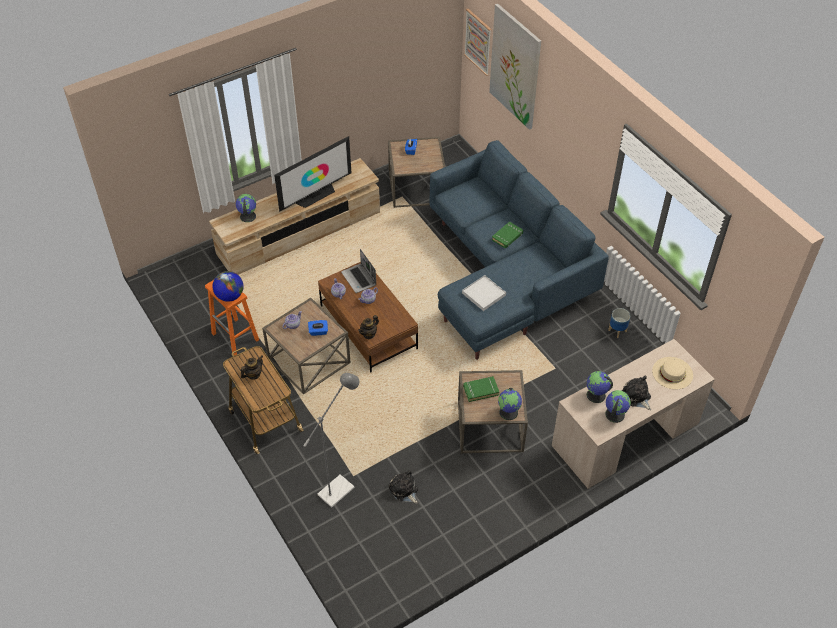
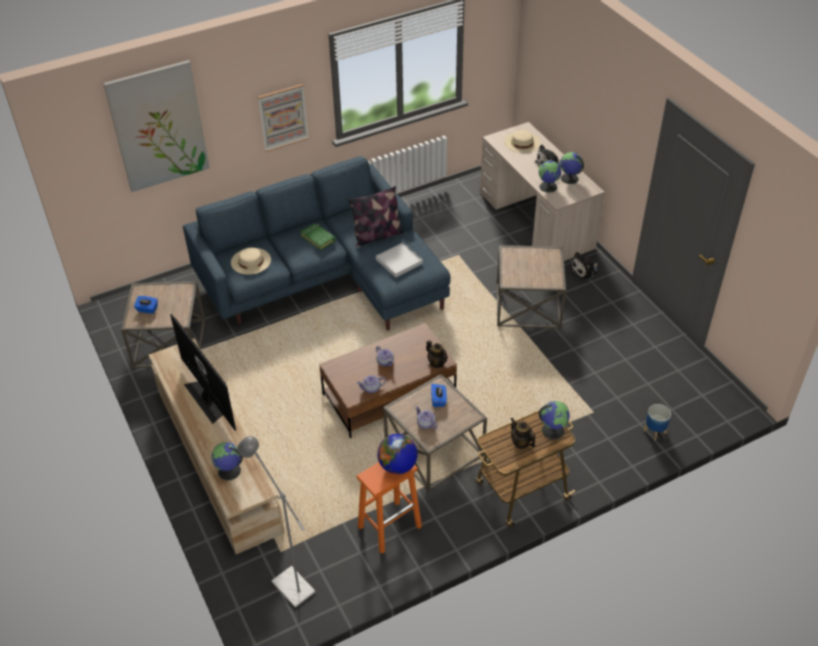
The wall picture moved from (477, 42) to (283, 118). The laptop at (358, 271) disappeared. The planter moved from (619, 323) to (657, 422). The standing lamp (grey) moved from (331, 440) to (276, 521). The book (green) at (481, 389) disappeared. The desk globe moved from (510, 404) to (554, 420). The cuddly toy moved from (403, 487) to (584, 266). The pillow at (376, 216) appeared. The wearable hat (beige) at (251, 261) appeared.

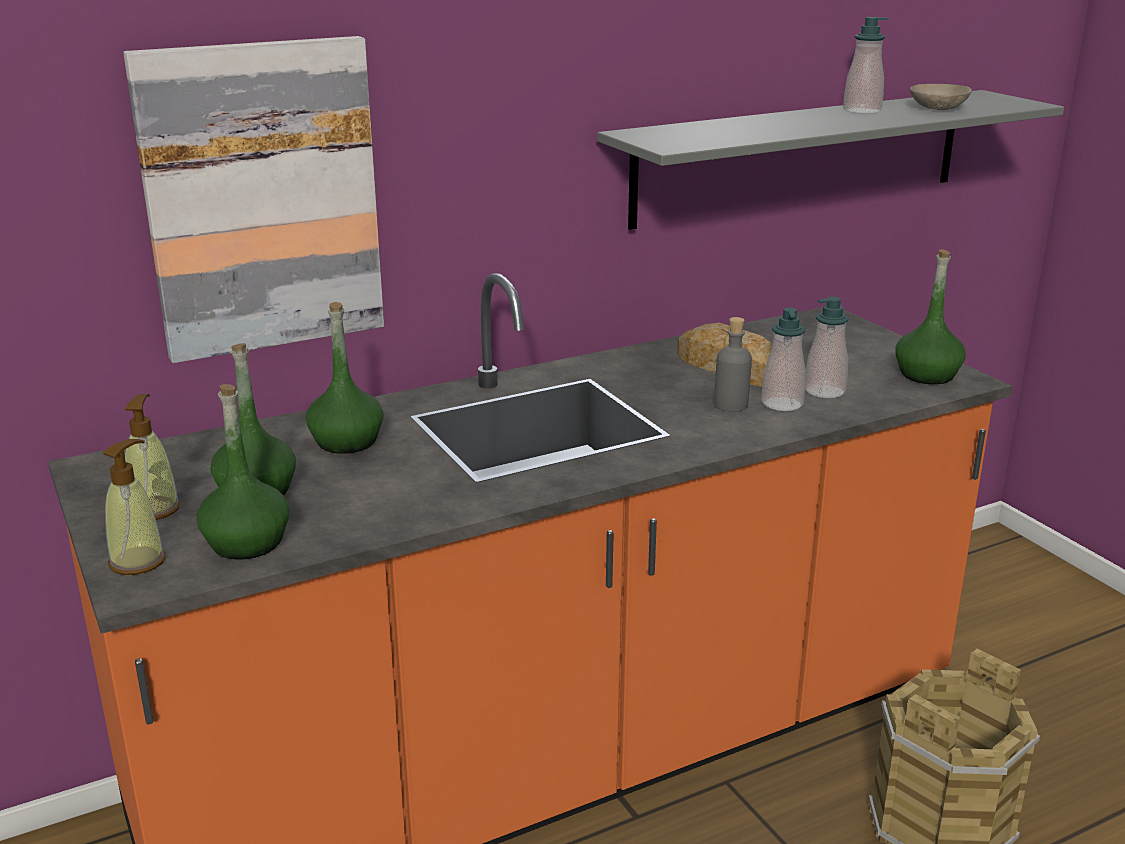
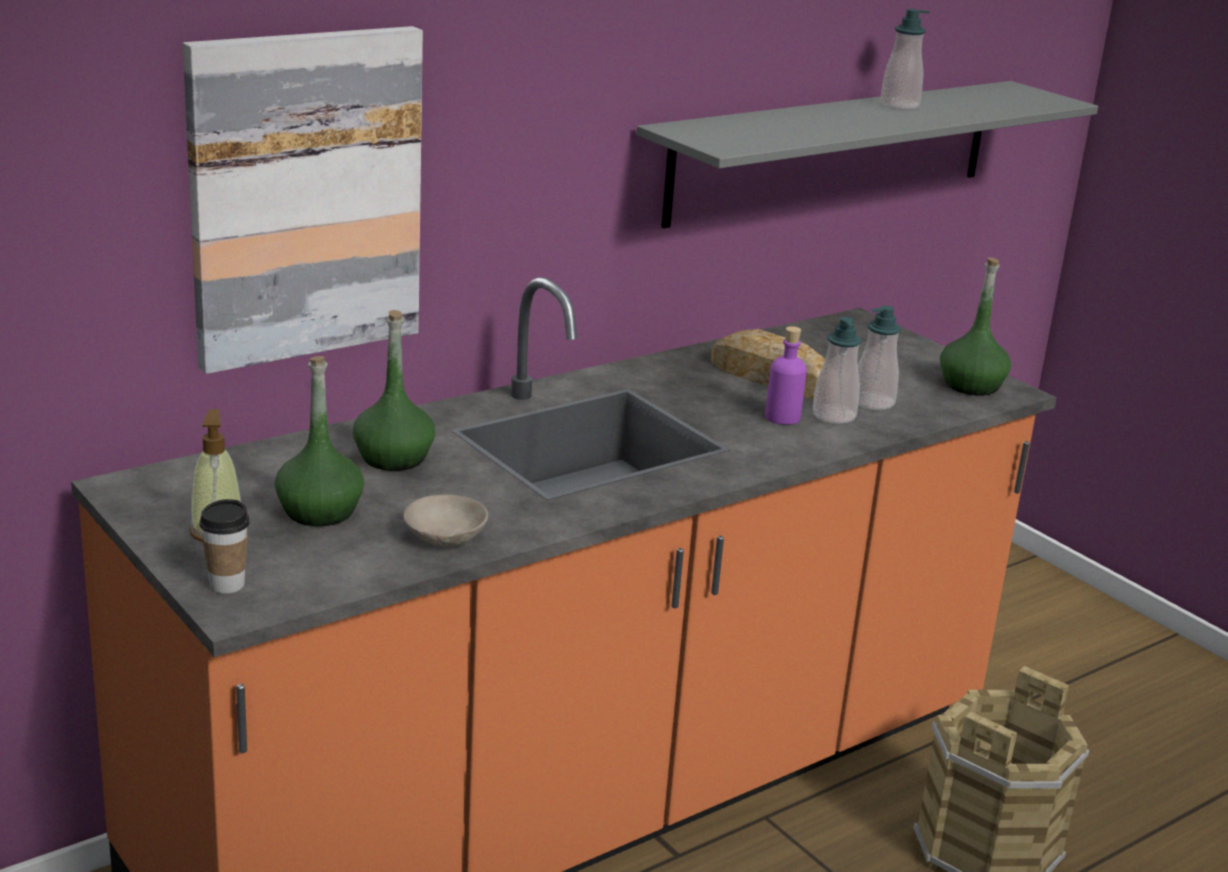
The deep dish (beige) moved from (941, 97) to (446, 521). The drink bottle (grey) at (733, 364) became the drink bottle (purplish) at (786, 375). The drink bottle (green) at (243, 472) disappeared. The soap dispenser at (134, 507) was replaced by the small cup at (224, 546).

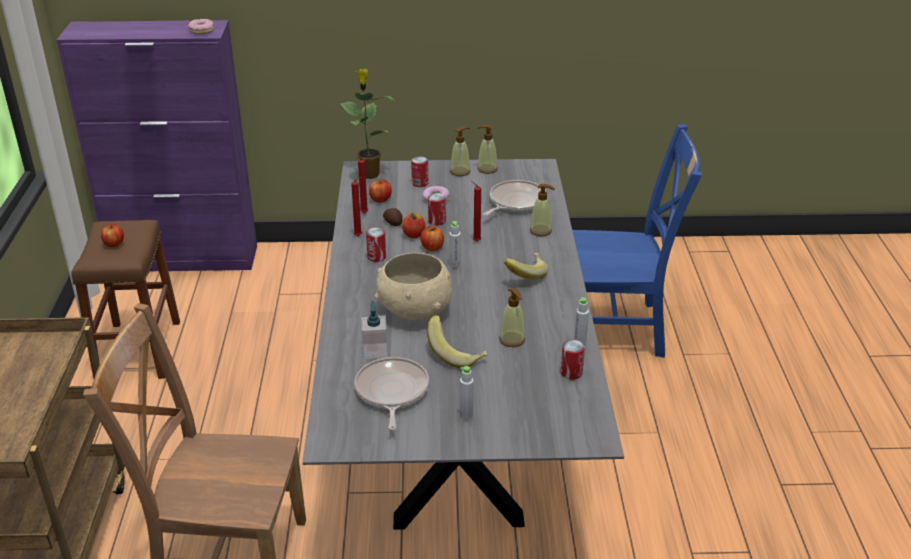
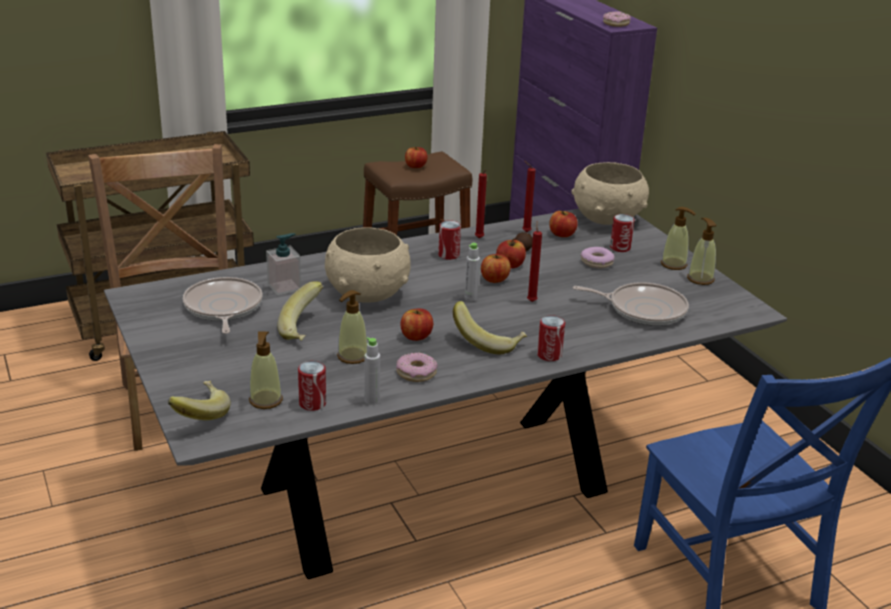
The plant in a pot at (367, 124) was replaced by the deep dish (beige) at (610, 193). The soap dispenser moved from (542, 210) to (266, 370). The metal can moved from (437, 209) to (551, 338). The pan at (391, 393) turned 75 degrees counterclockwise. The drink bottle (grey) at (467, 393) disappeared. The whole apple at (416, 324) appeared. The donut at (417, 367) appeared. The banana at (199, 400) appeared.

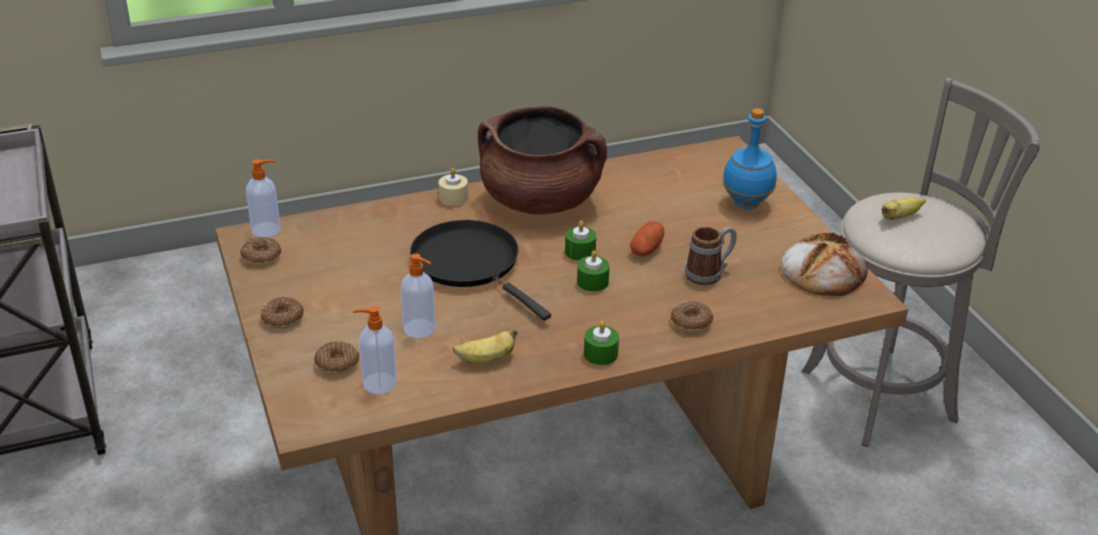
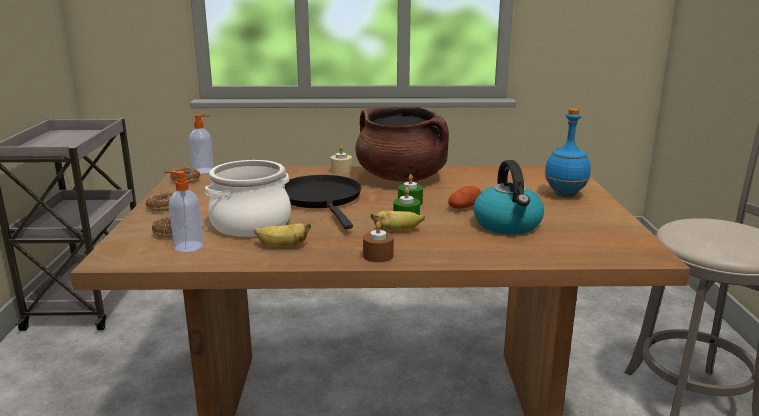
The banana moved from (904, 208) to (398, 221). The mug at (711, 256) was replaced by the tea kettle at (508, 197). The baked bread at (824, 264) disappeared. The soap dispenser at (418, 295) was replaced by the stockpot at (248, 198). The donut at (692, 316) disappeared. The candle (green) at (601, 343) became the candle (brown) at (378, 242).

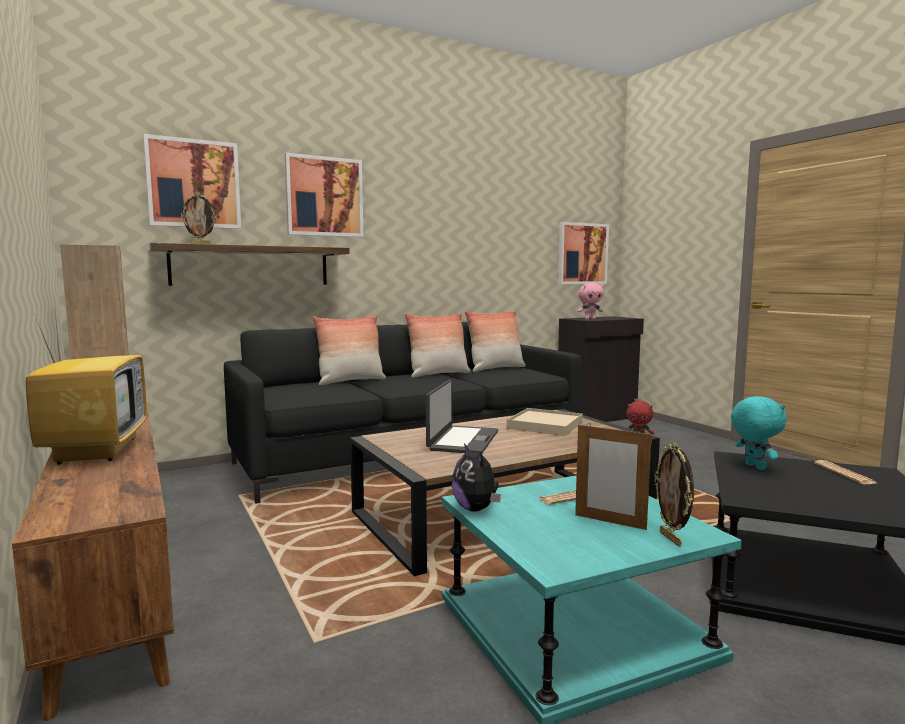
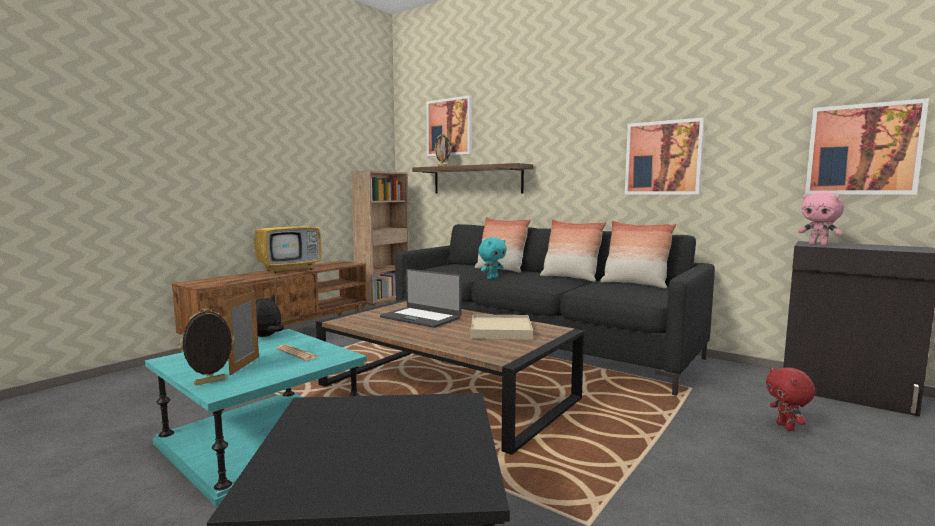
The wall picture moved from (324, 195) to (665, 156). The laptop at (462, 416) turned 45 degrees clockwise. The cuddly toy (turquoise) moved from (758, 433) to (492, 258). The daily paper at (845, 472) disappeared.

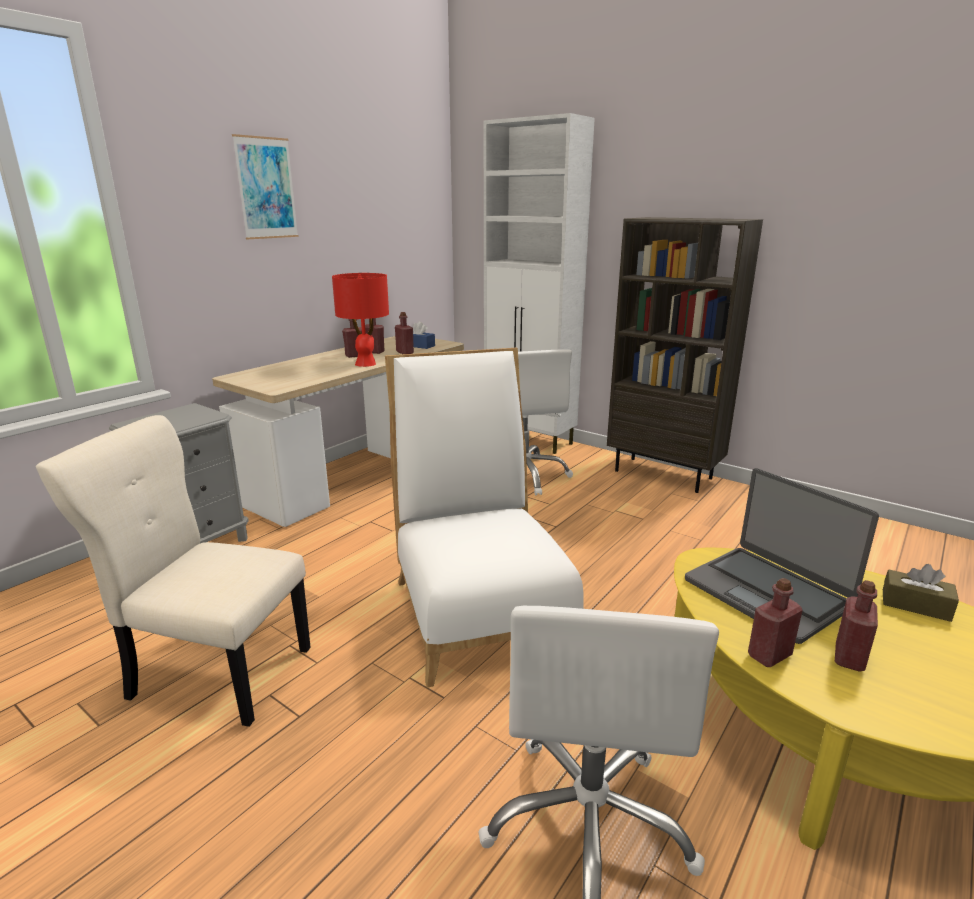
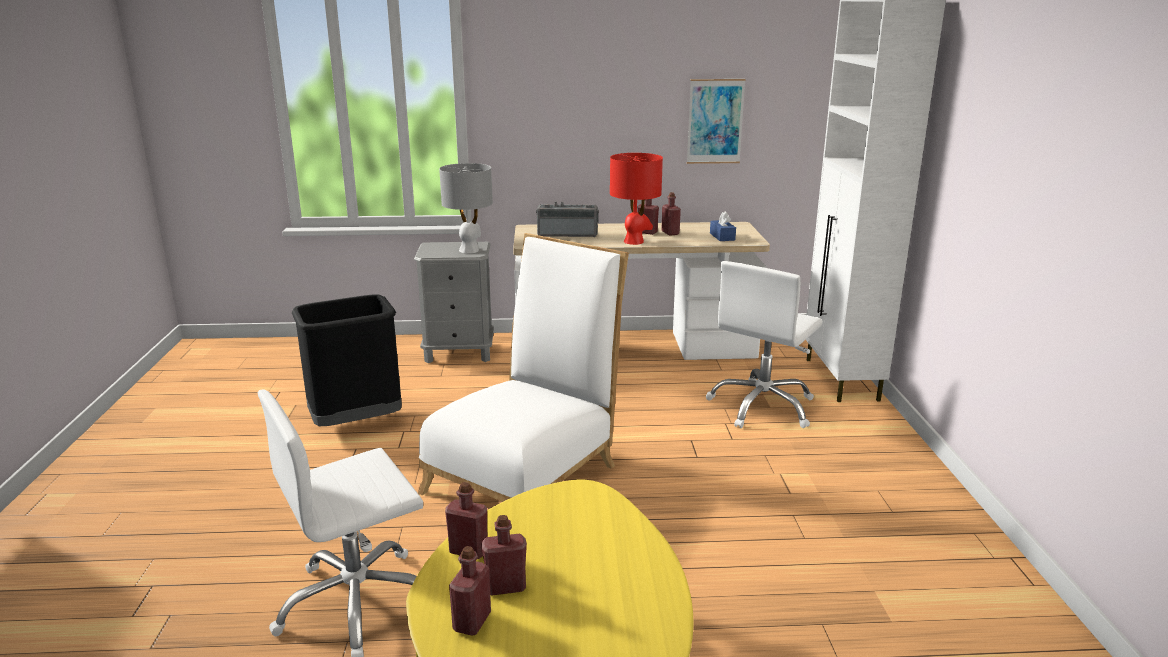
The wall picture moved from (265, 186) to (716, 121). The shelving unit (brown) at (685, 355) disappeared. The drink bottle (red) moved from (404, 333) to (470, 590). The upright chair (beige) at (173, 571) was replaced by the rubbish bin (black-coloured) at (347, 360). The laptop at (782, 556) disappeared. The tissue box (brown) at (921, 593) disappeared. The table lamp (grey) at (466, 208) appeared. The radio set at (567, 219) appeared.

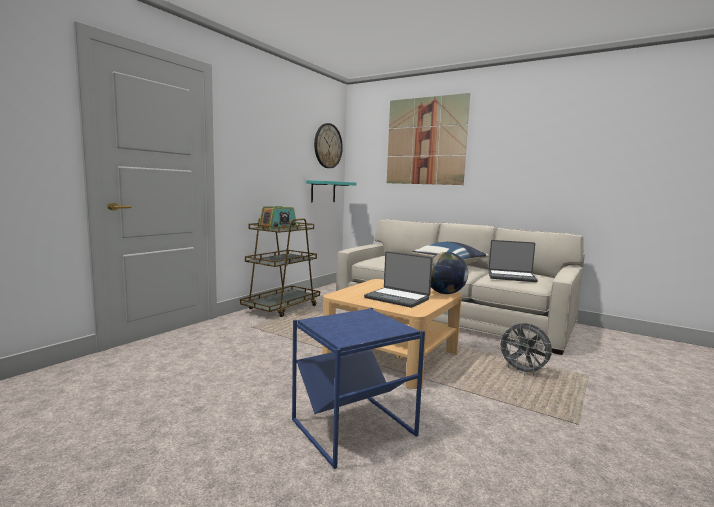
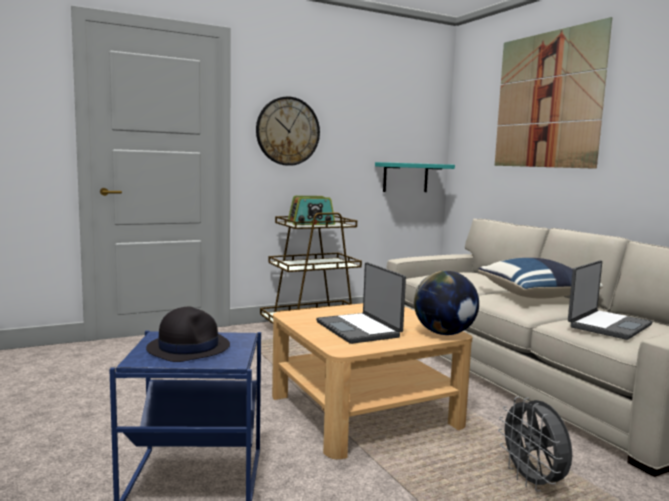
The clock on the wall moved from (328, 145) to (288, 131). The laptop at (513, 261) turned 90 degrees counterclockwise. The wearable hat (black-coloured) at (188, 334) appeared.

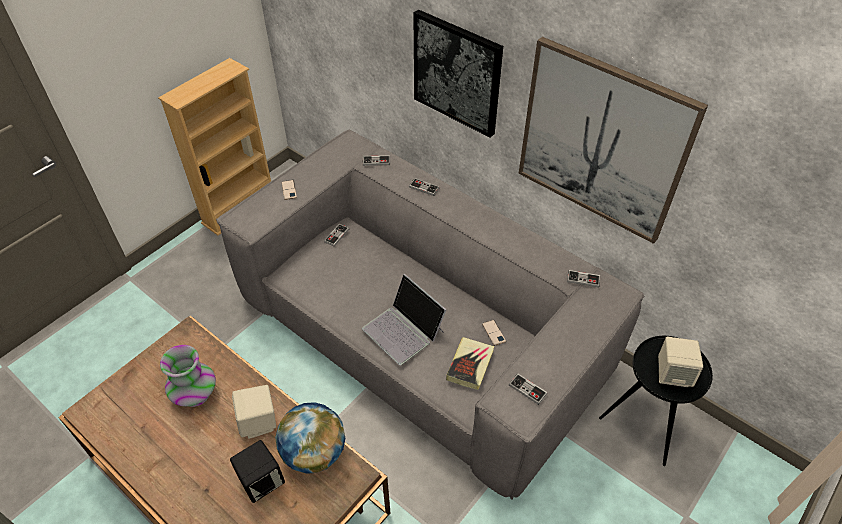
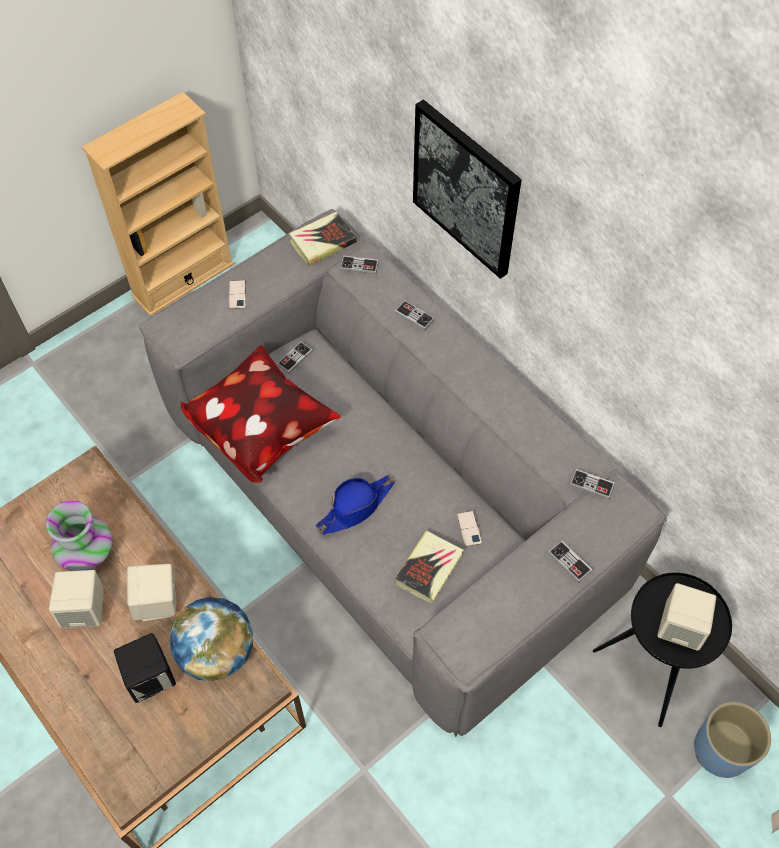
The wall picture at (613, 140) disappeared. The laptop at (404, 319) was replaced by the wearable hat (blue) at (355, 505). The gamepad moved from (528, 389) to (570, 561). The book at (323, 239) appeared. The pillow at (260, 414) appeared. The loudspeaker (beige) at (76, 599) appeared. The planter (blue) at (732, 740) appeared.

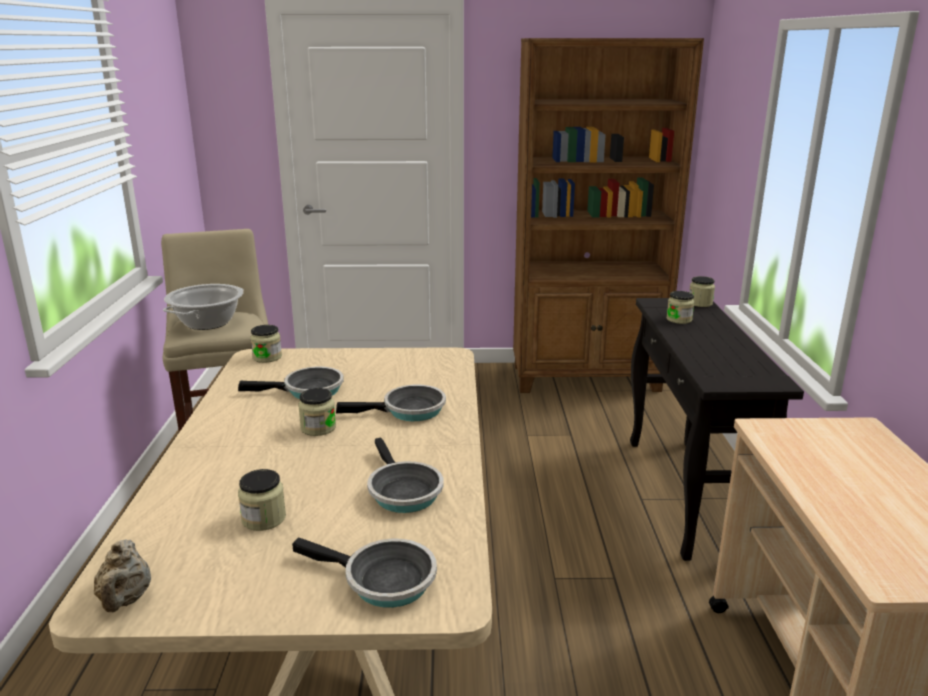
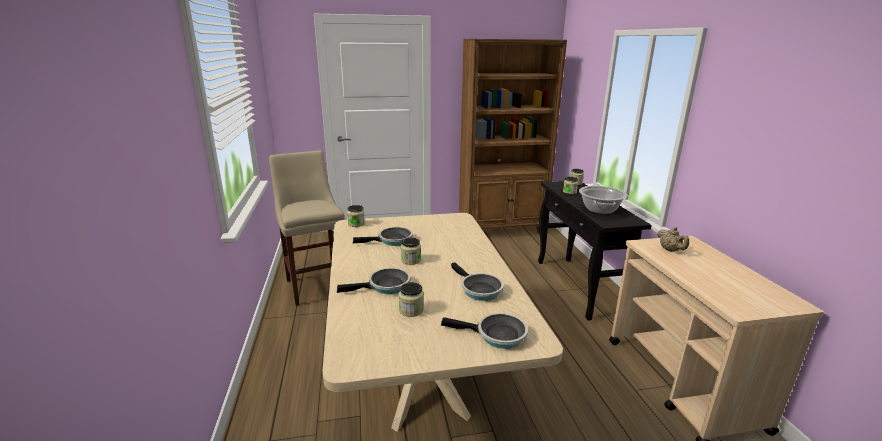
The stockpot moved from (203, 307) to (603, 200). The pan moved from (391, 402) to (373, 281). The pot for tea (beige) moved from (122, 575) to (673, 239).

